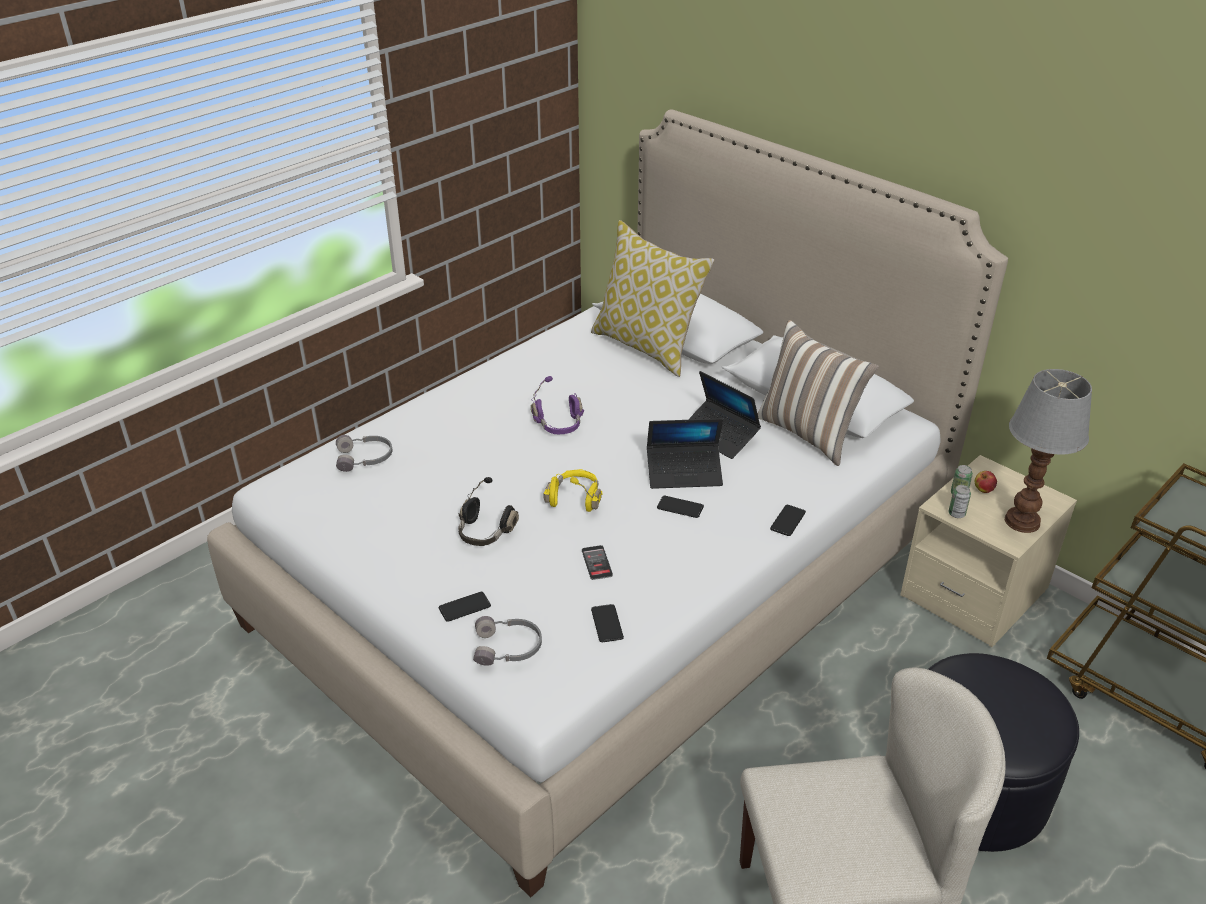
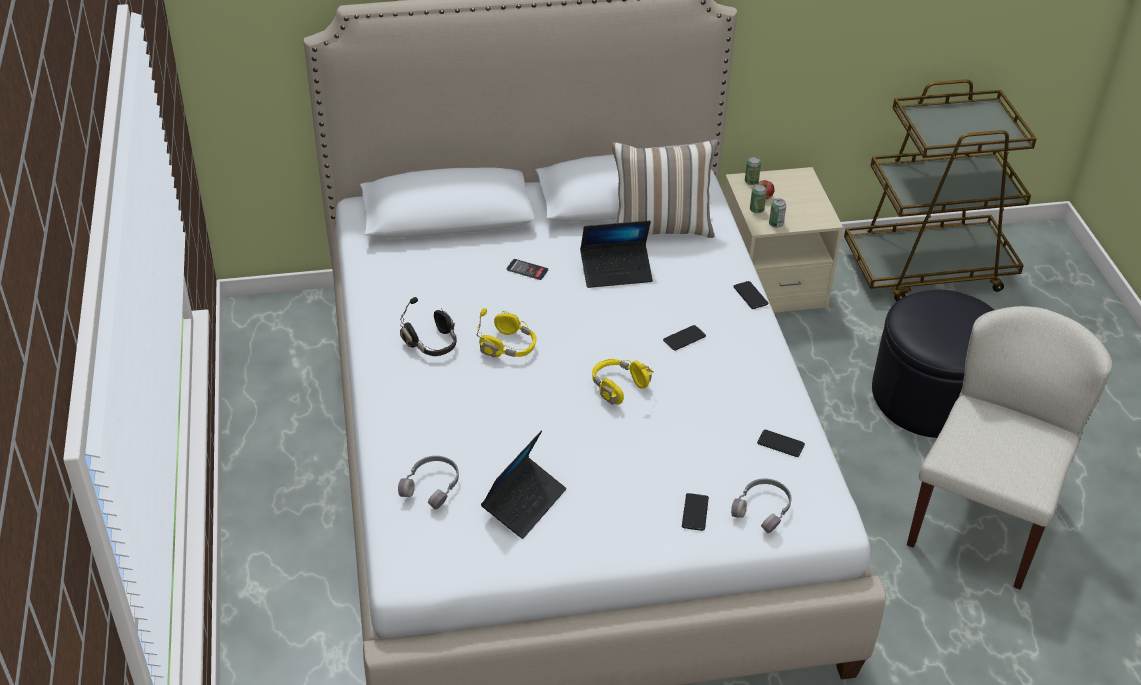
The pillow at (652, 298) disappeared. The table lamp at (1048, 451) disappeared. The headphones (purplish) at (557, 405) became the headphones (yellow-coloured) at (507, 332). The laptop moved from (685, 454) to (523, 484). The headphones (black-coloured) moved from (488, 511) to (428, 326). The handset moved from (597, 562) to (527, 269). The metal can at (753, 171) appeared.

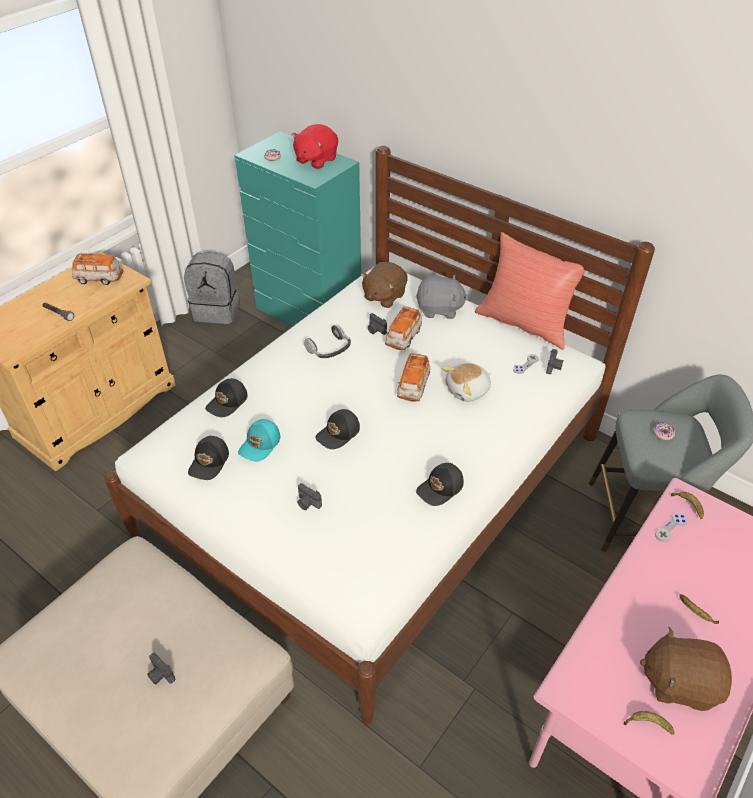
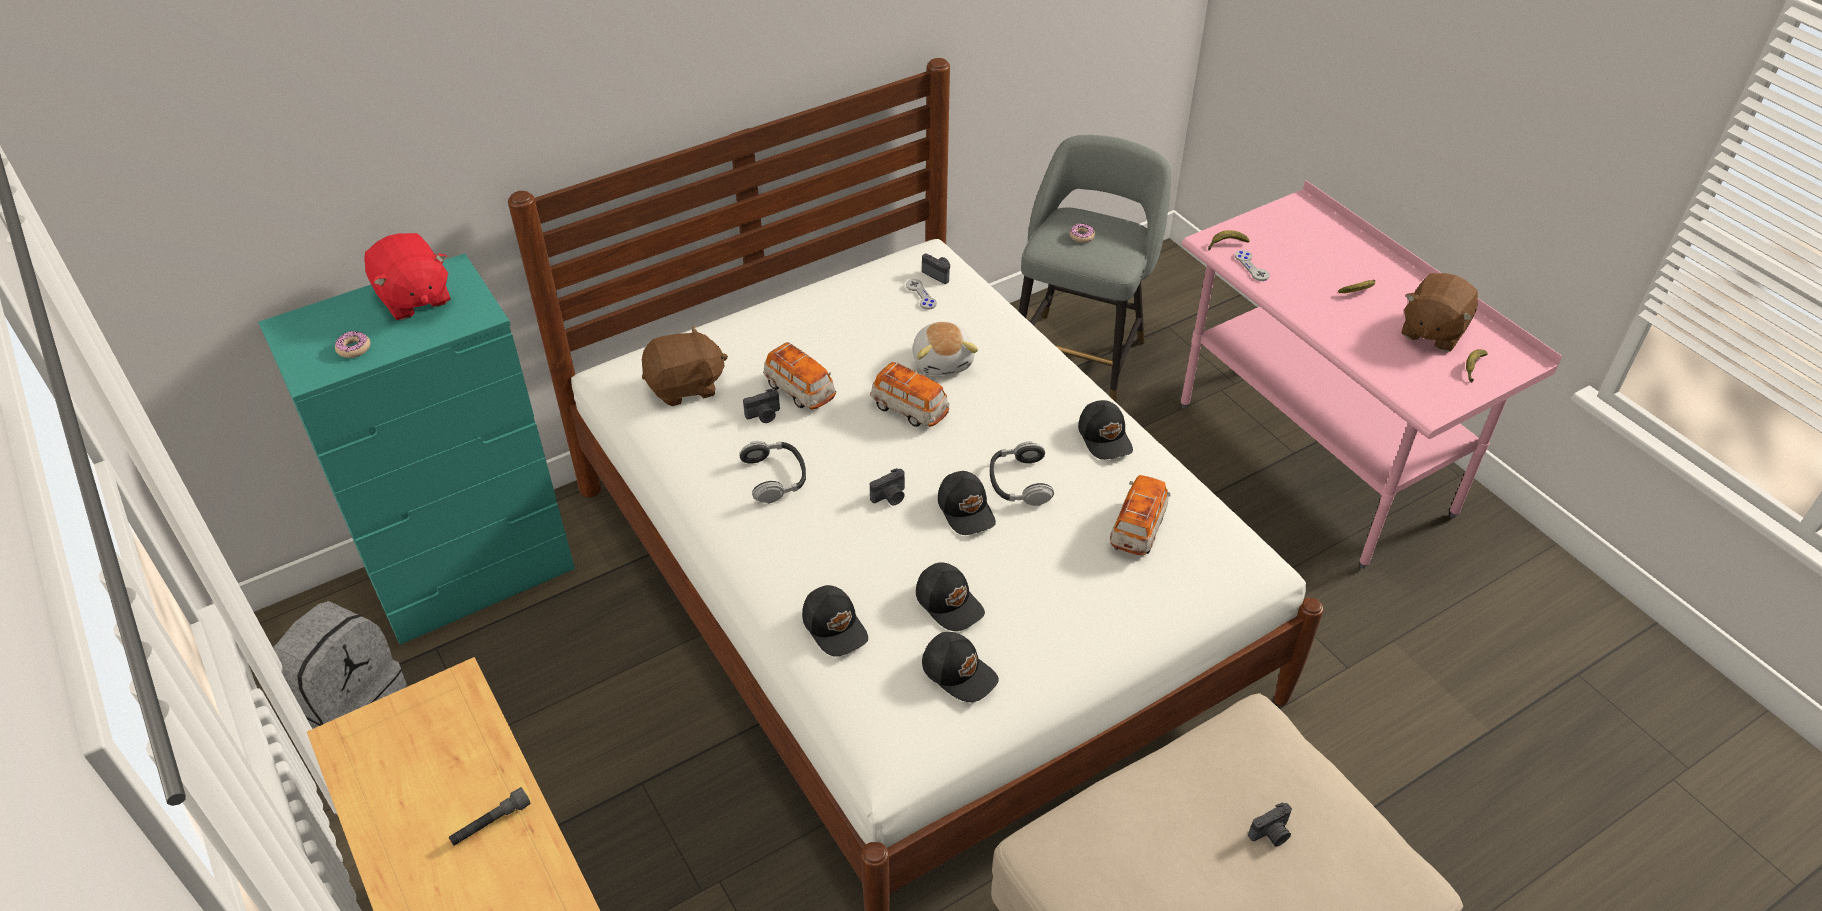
The pillow (red) at (530, 291) disappeared. The miniature car moved from (97, 269) to (1140, 515). The cuddly toy (brown) at (384, 285) turned 75 degrees counterclockwise. The cuddly toy (grey) at (442, 297) disappeared. The cap (turquoise) at (259, 440) became the cap (black-coloured) at (950, 596). The photo camera moved from (309, 496) to (887, 486). The headphones at (1022, 473) appeared.

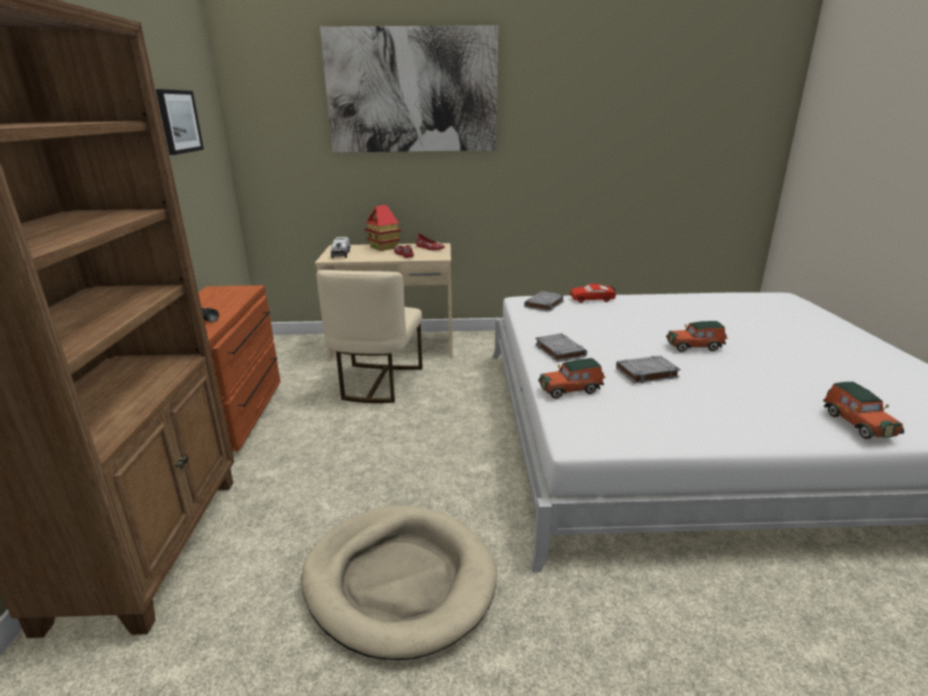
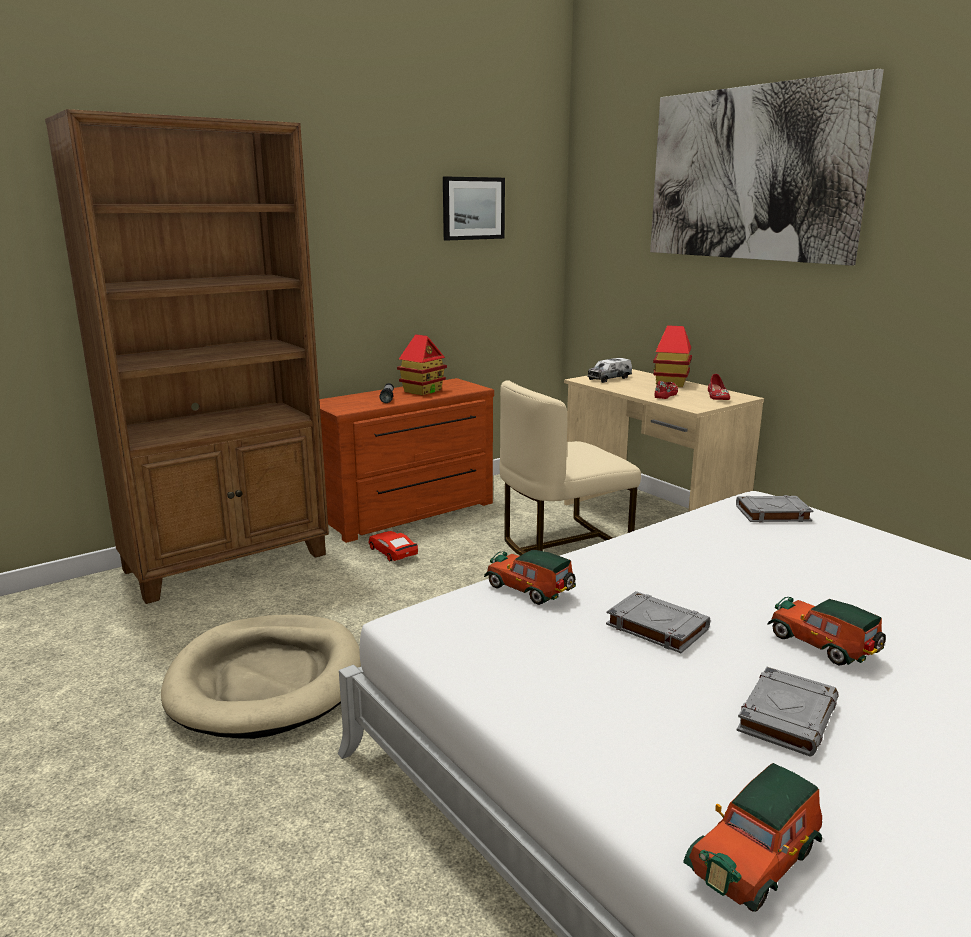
The miniature car (red) moved from (593, 293) to (393, 546). The book (grey) moved from (561, 347) to (787, 712). The miniature house at (422, 364) appeared.

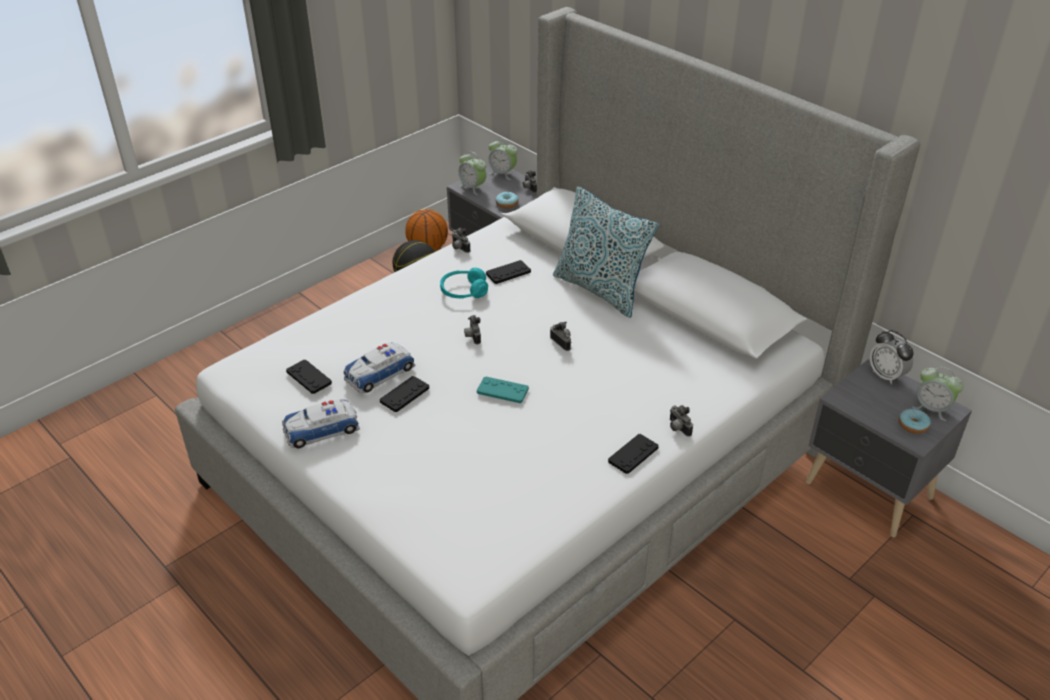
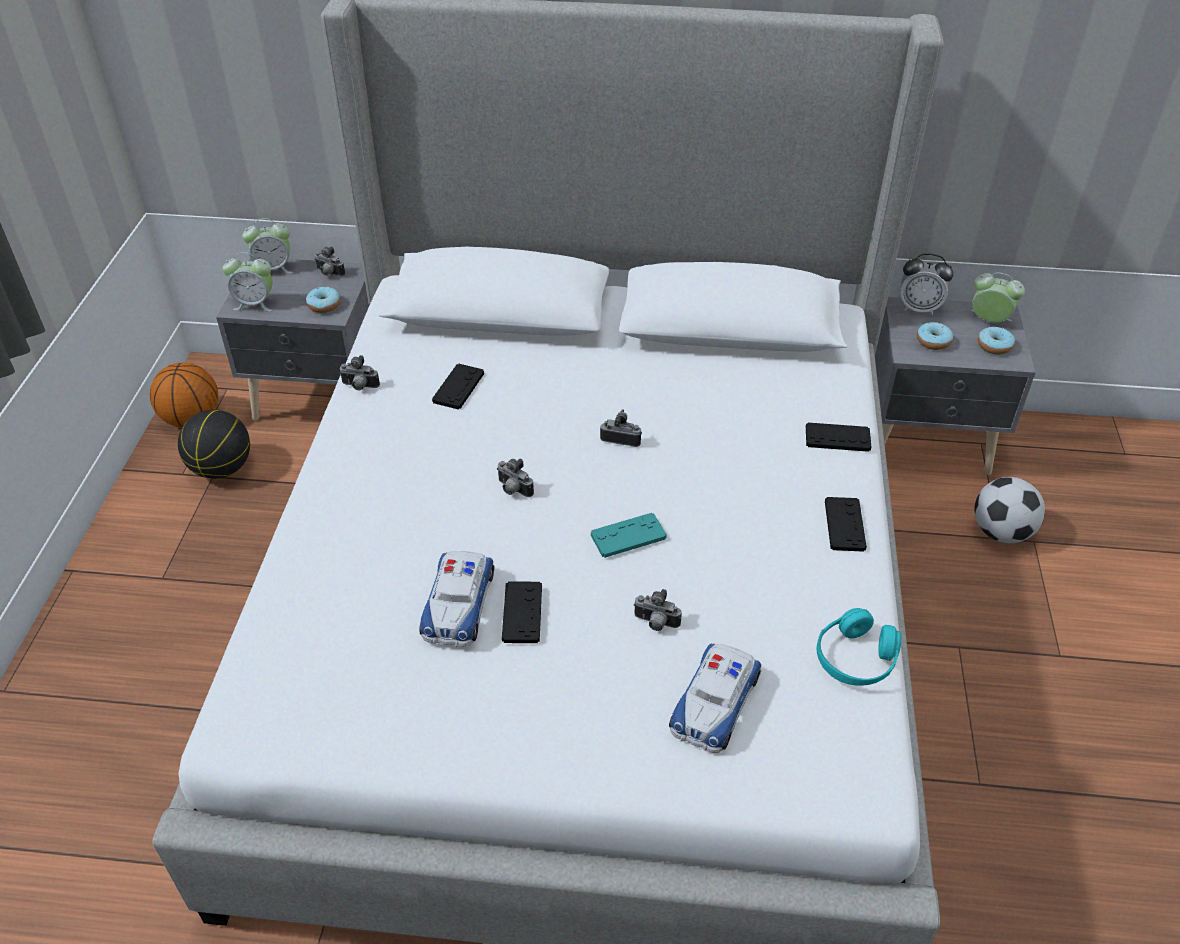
The pillow at (606, 252) disappeared. The headphones (turquoise) moved from (464, 283) to (859, 647). The gamepad (black-coloured) moved from (309, 377) to (838, 437). The alarm clock at (938, 394) turned 150 degrees counterclockwise. The miniature car moved from (321, 423) to (715, 698). The photo camera moved from (681, 421) to (658, 610). The donut at (935, 336) appeared. The football ball at (1009, 510) appeared.

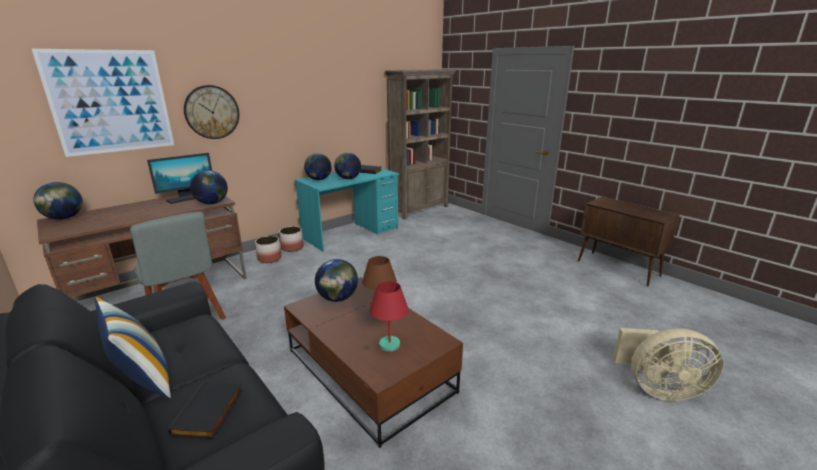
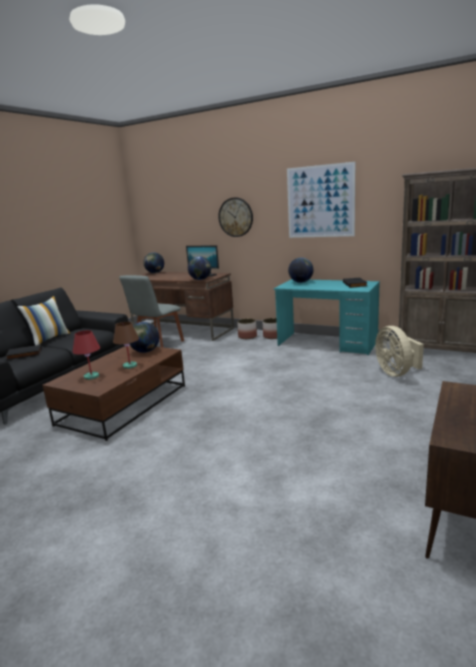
The wall picture moved from (103, 103) to (321, 200). The desk globe at (347, 166) disappeared. The electric fan (beige) moved from (668, 364) to (399, 351).

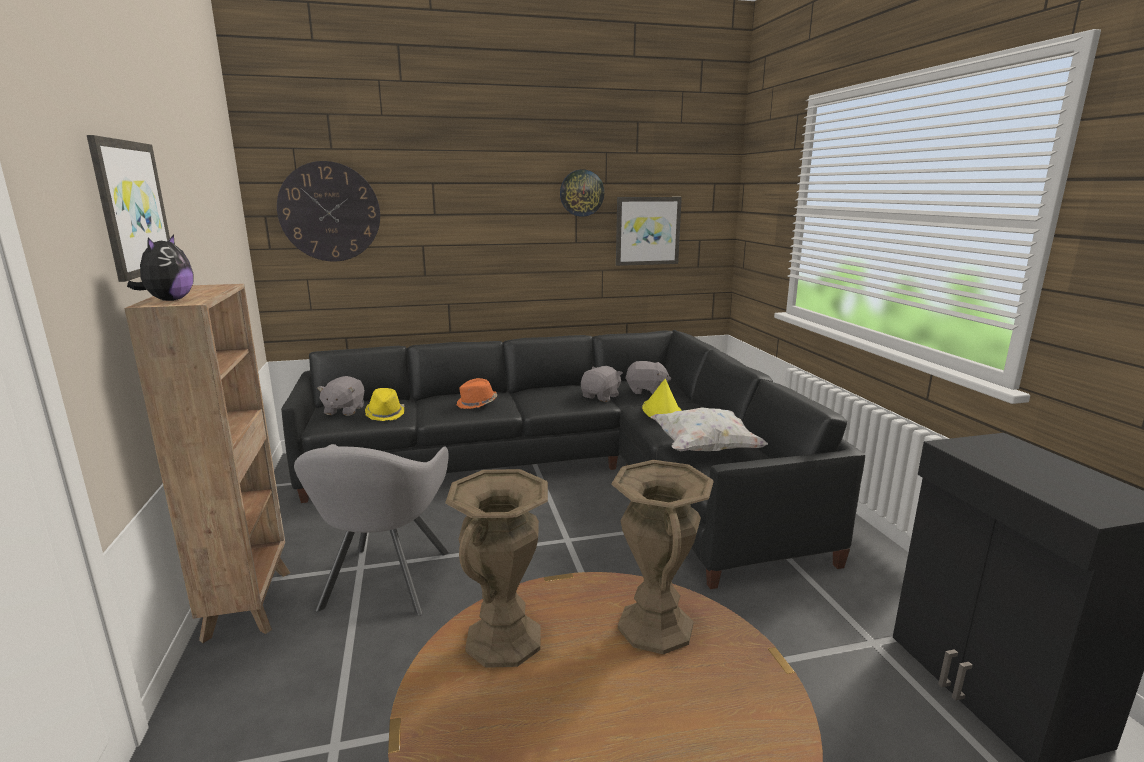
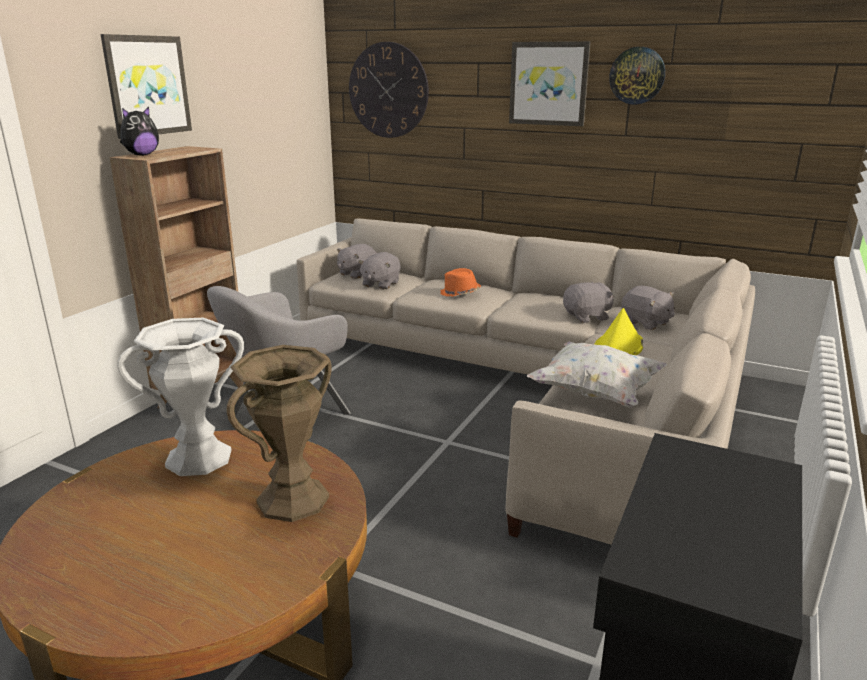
The wall picture moved from (649, 231) to (550, 83). The couch (black-coloured) at (573, 459) became the couch (beige) at (526, 381). The wearable hat (yellow-coloured) at (385, 404) was replaced by the cuddly toy (grey) at (380, 270). The flower vase (brown) at (496, 568) became the flower vase (whitish) at (180, 397).

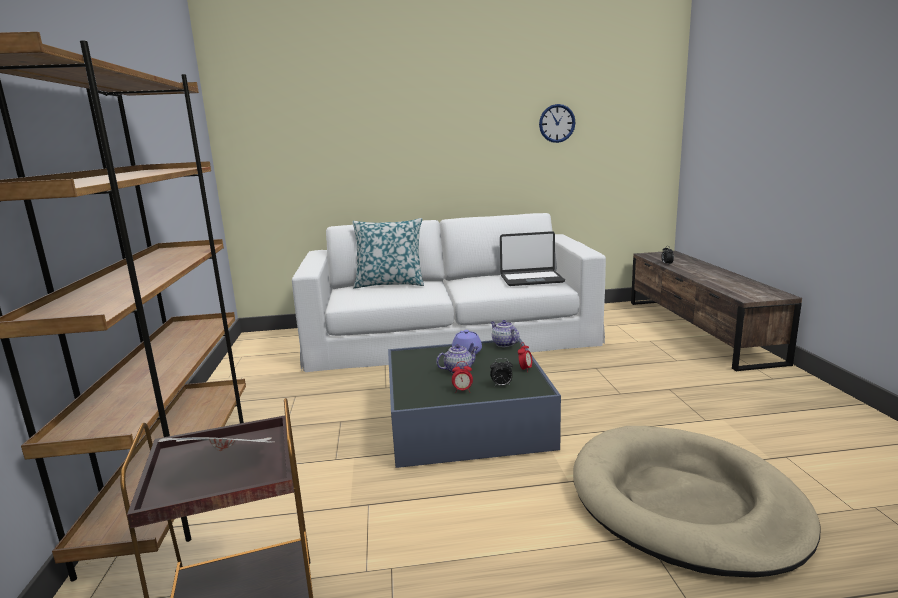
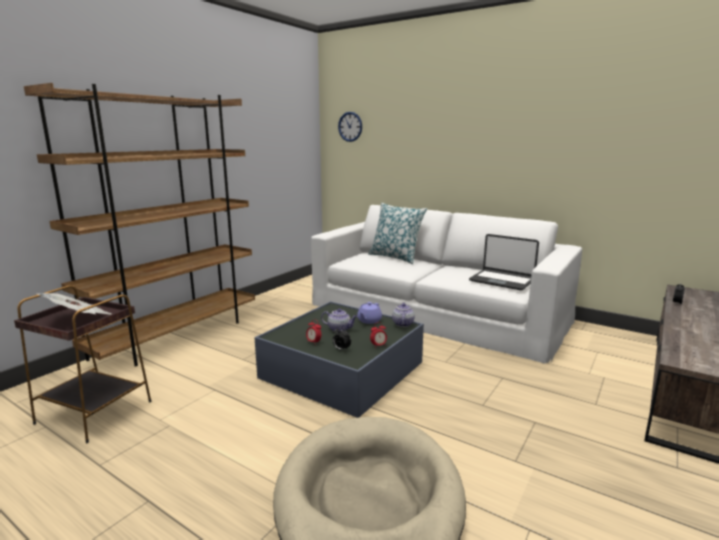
The clock on the wall moved from (557, 123) to (350, 127).

